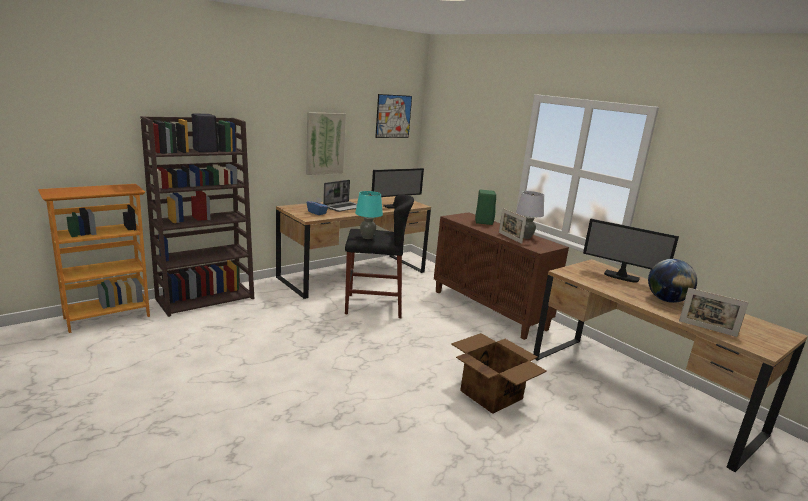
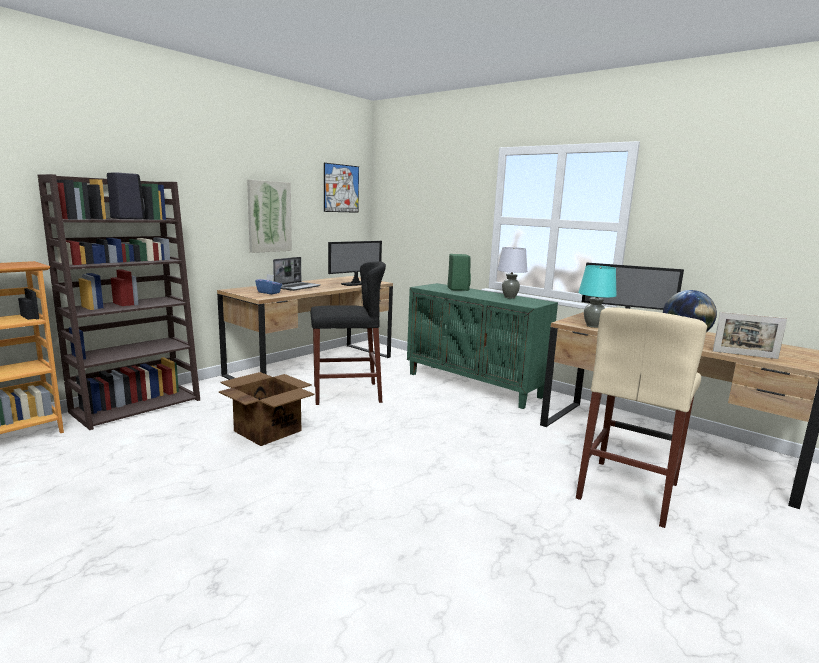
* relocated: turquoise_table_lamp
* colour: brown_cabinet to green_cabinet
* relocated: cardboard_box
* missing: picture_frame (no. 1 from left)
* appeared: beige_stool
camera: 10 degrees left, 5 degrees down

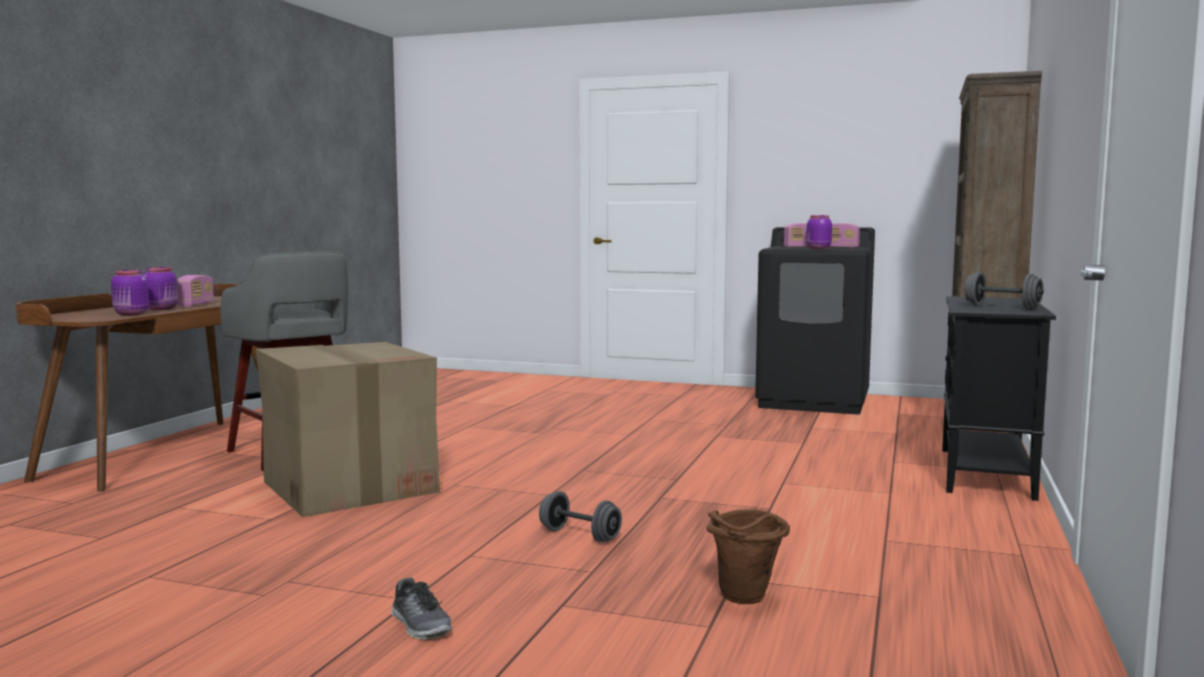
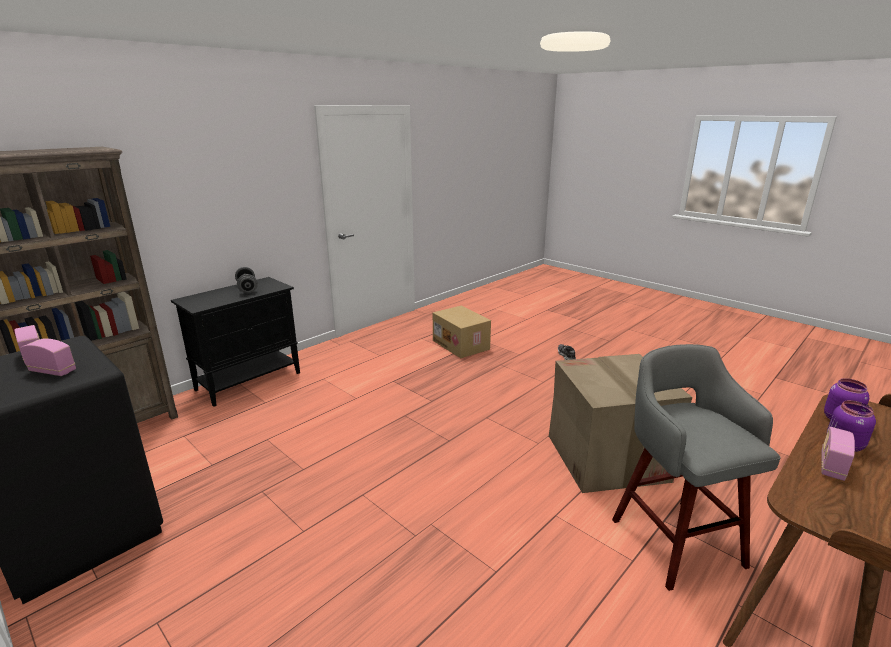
* missing: grey_dumbbell (no. 1 from left)
* exchanged: brown_bucket to cardboard_box (no. 1 from left)
* missing: purple_jar (no. 3 from left)
camera: 155 degrees left, 15 degrees up

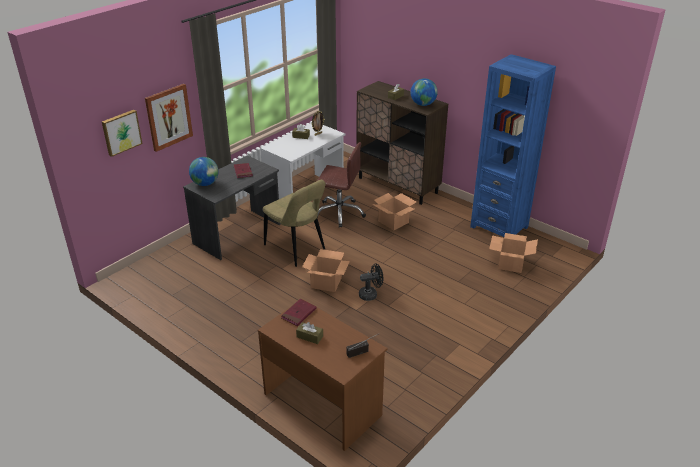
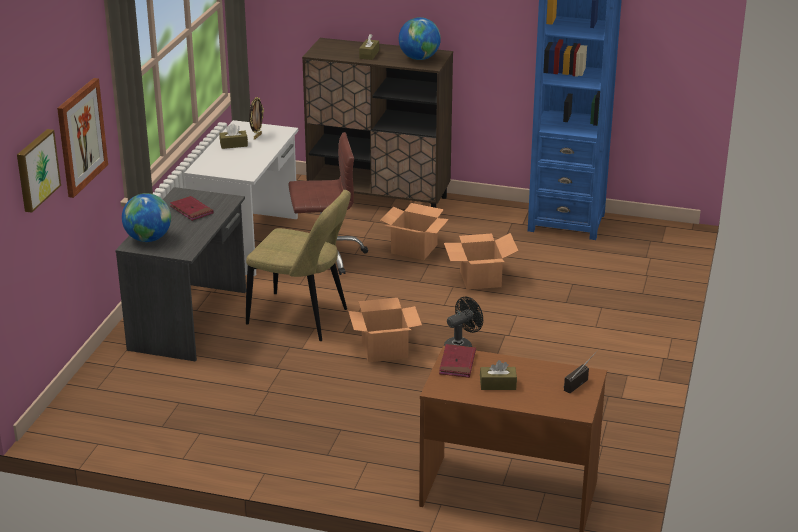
* relocated: cardboard_box (no. 3 from left)
camera: 25 degrees left, 5 degrees down

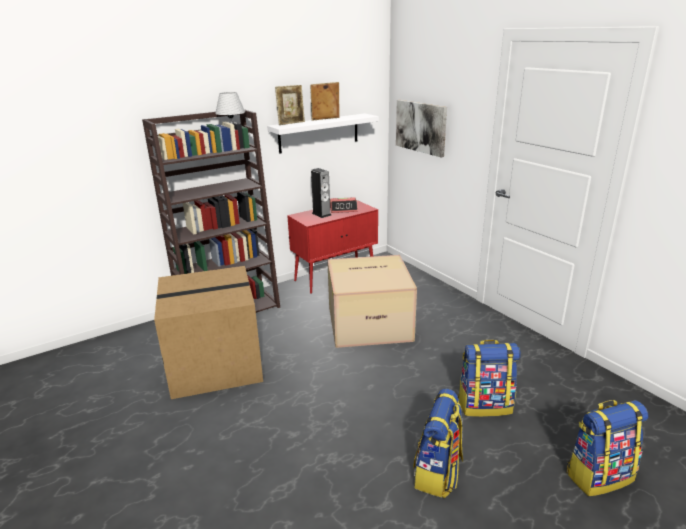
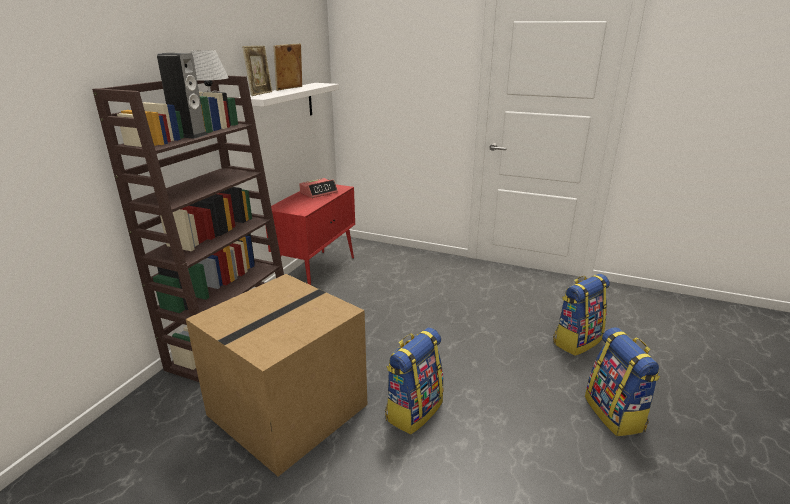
* relocated: speaker
* missing: cardboard_box (no. 2 from left)
* missing: picture
* relocated: backpack (no. 3 from left in the first image) to backpack (no. 1 from left)
camera: 35 degrees left, 0 degrees up

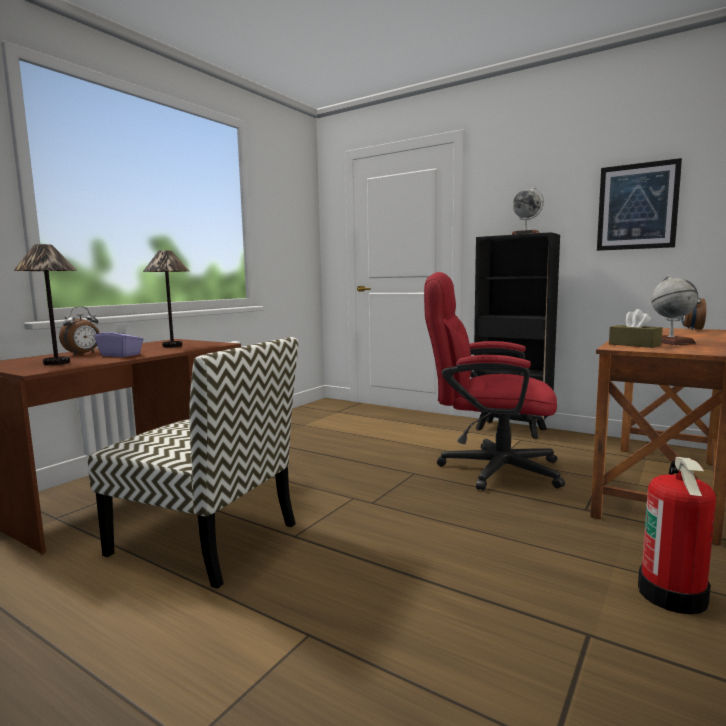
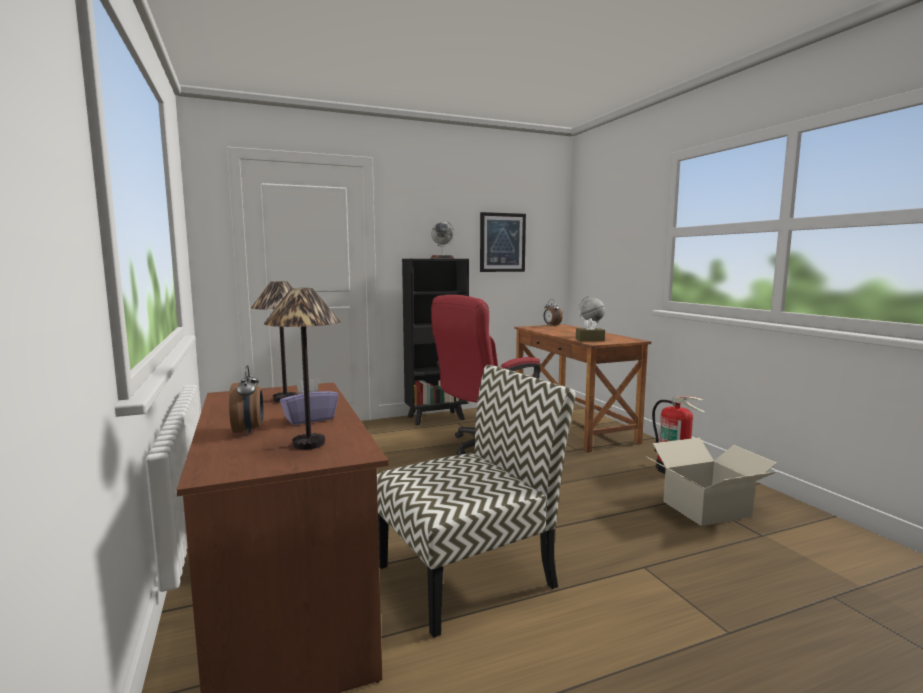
* appeared: cardboard_box
camera: 55 degrees left, 0 degrees up

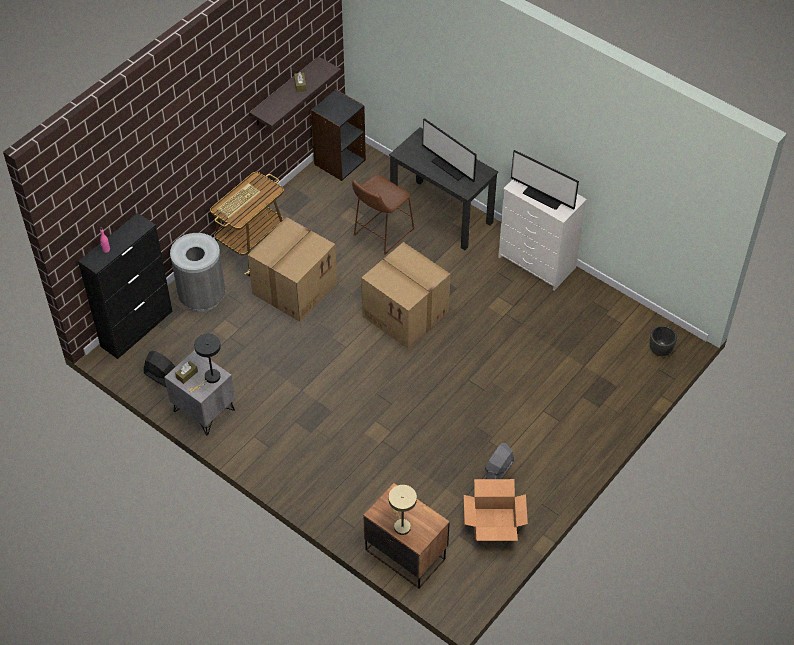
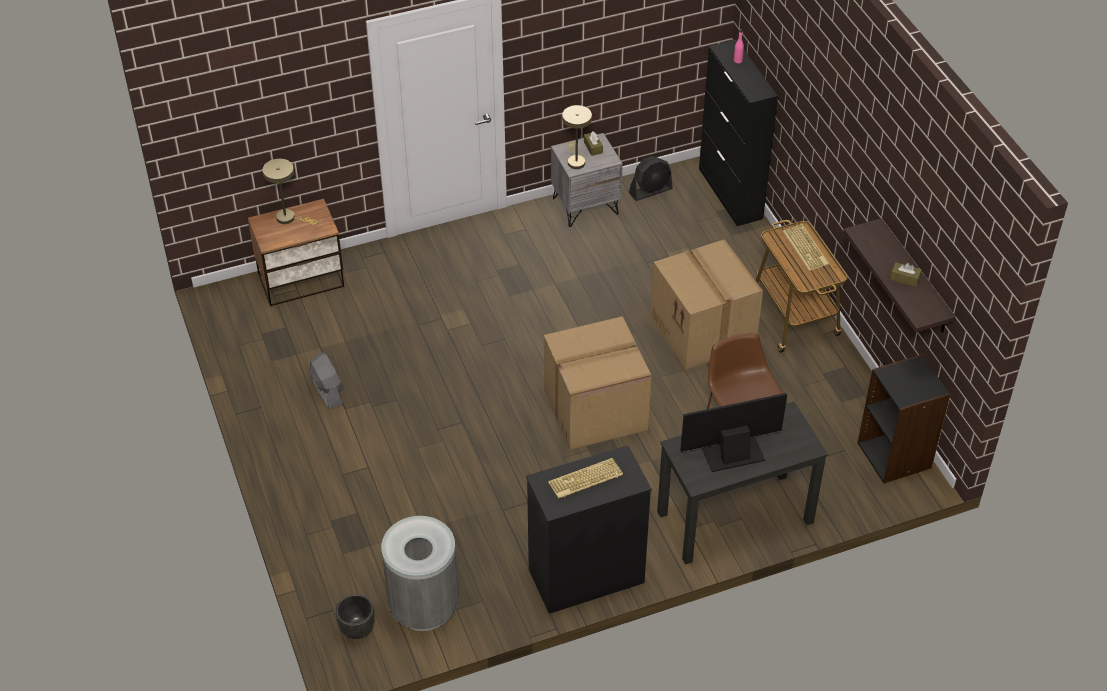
* relocated: grey_trash_can
* colour: black_table_lamp to beige_table_lamp (no. 2 from left)
* missing: cardboard_box (no. 3 from left)
* colour: white_dresser to black_dresser
* exchanged: monitor (no. 2 from left) to keyboard (no. 1 from left)
camera: 120 degrees right, 5 degrees down

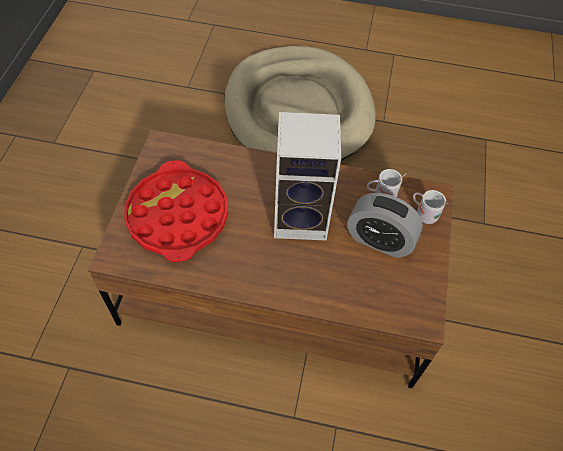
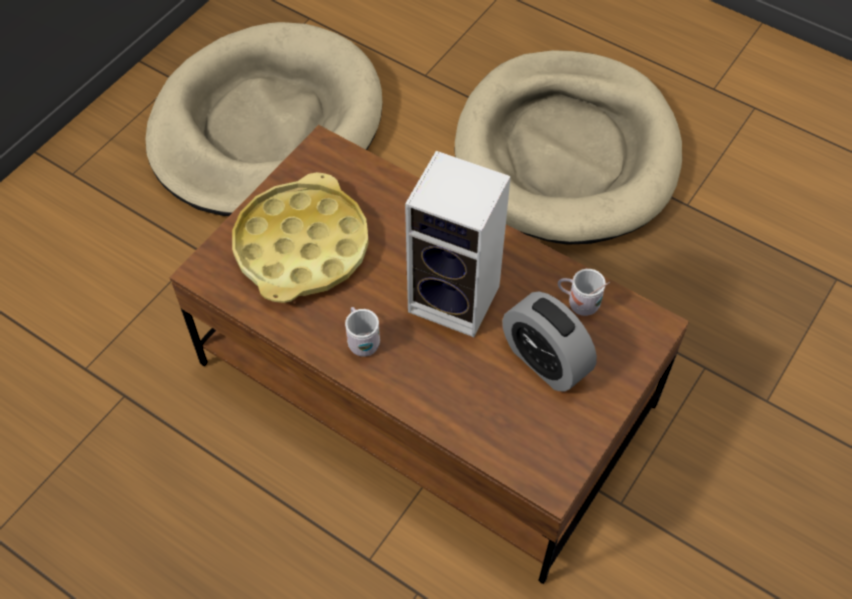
* colour: red_tray to yellow_tray
* relocated: white_mug (no. 2 from left in the first image) to white_mug (no. 1 from left)
* appeared: beige_dog_bed (no. 1 from left)
camera: 25 degrees right, 0 degrees up

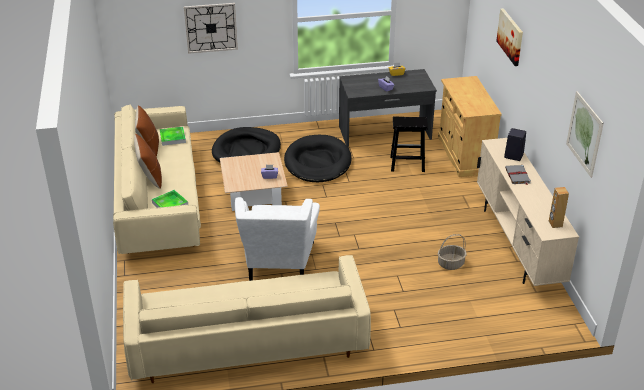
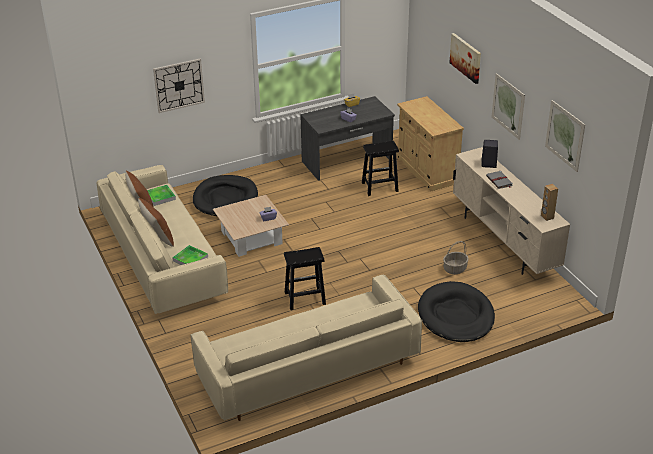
* exchanged: white_armchair to black_stool (no. 1 from left)
* relocated: black_dog_bed (no. 2 from left)
* appeared: picture (no. 2 from left)
camera: 15 degrees left, 0 degrees up

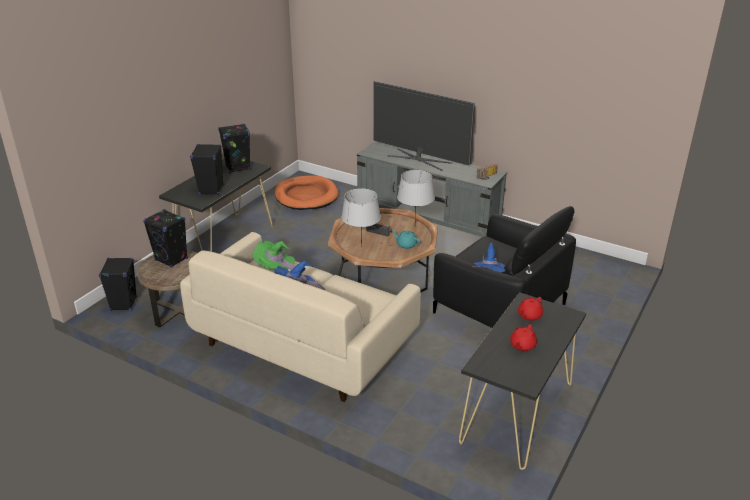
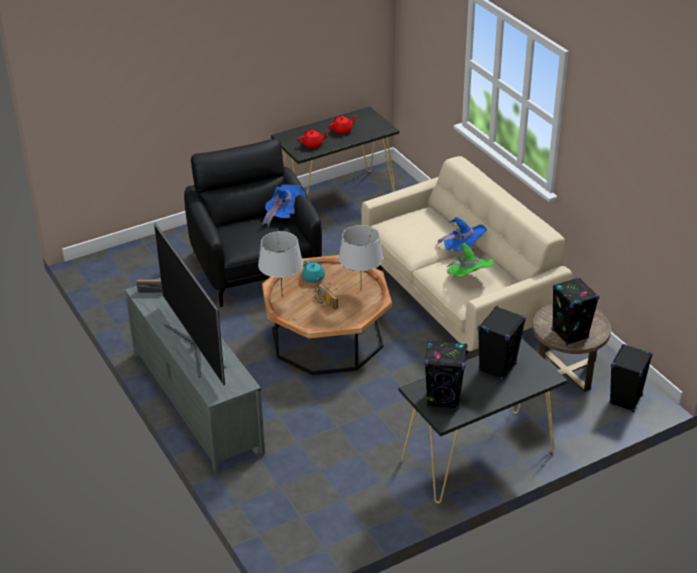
* missing: orange_dog_bed
camera: 150 degrees left, 5 degrees up

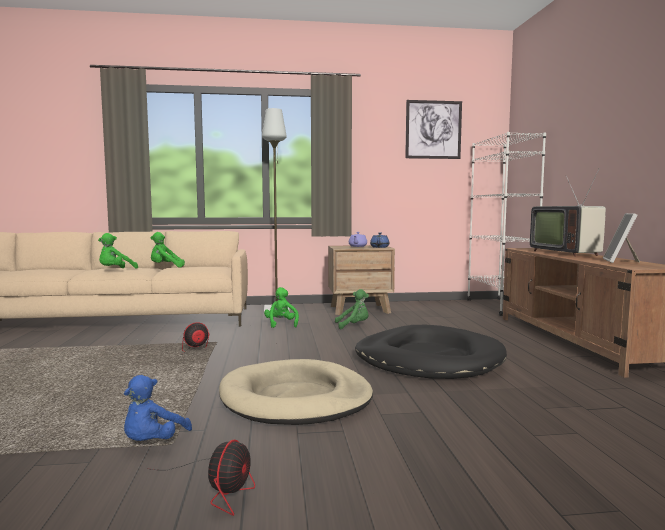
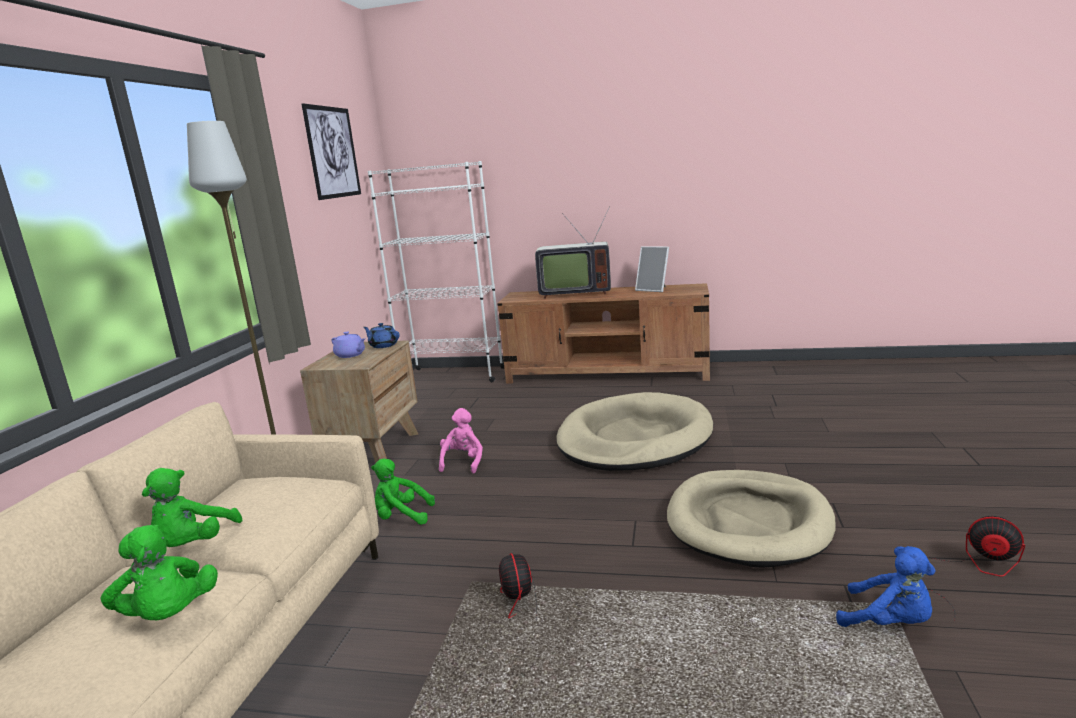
* colour: green_plush_toy (no. 4 from left) to pink_plush_toy
* colour: black_dog_bed to beige_dog_bed (no. 1 from left)
camera: 70 degrees left, 10 degrees up

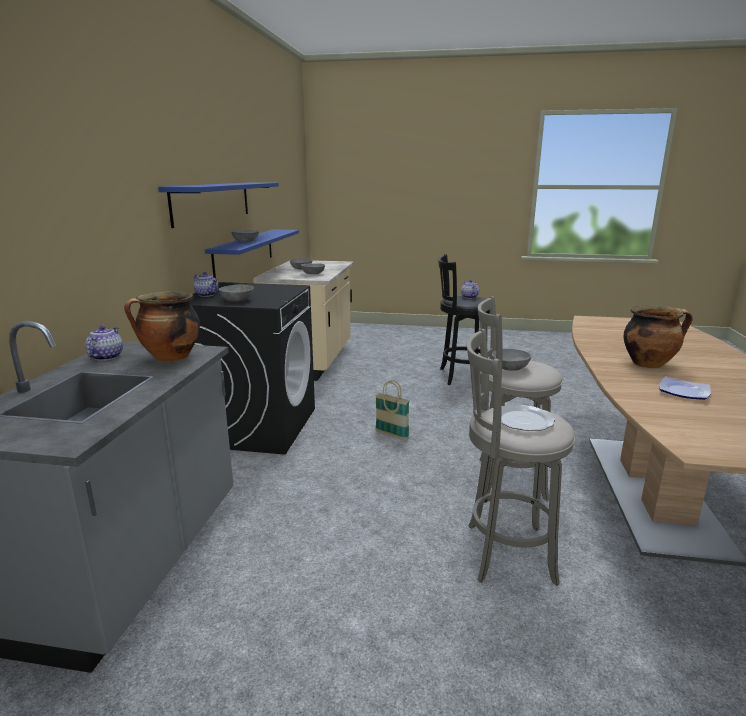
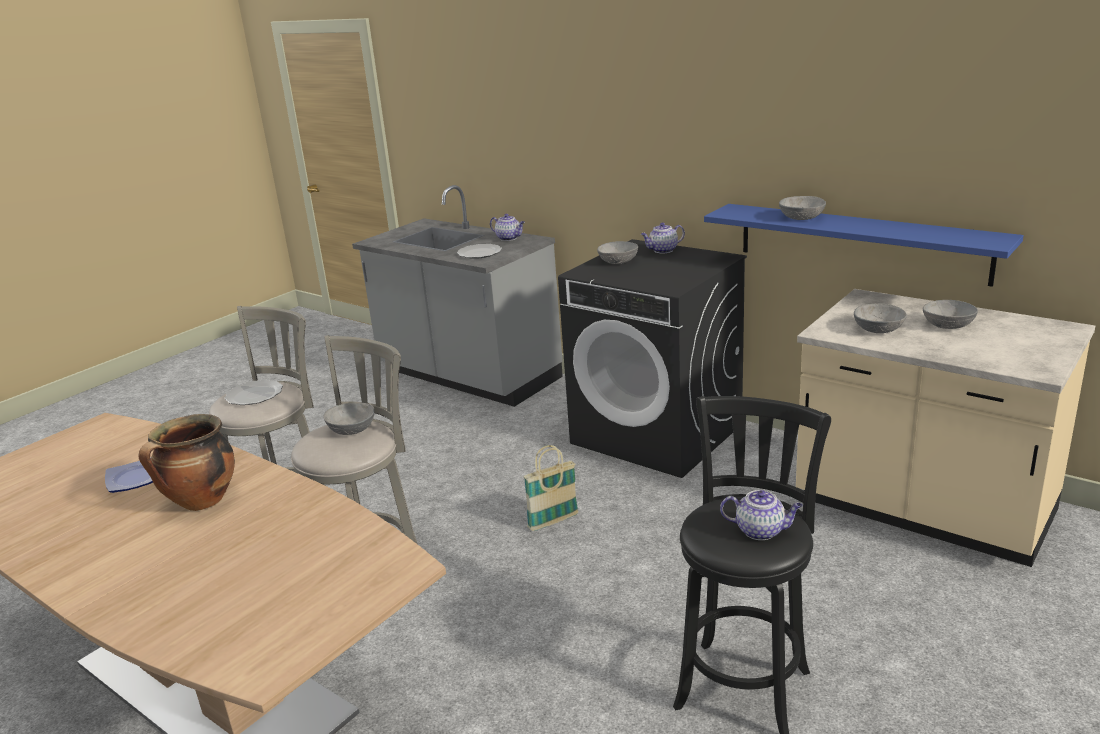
* exchanged: cooking_pot (no. 1 from left) to plate (no. 3 from left)
* missing: blue_shelf (no. 1 from left)
camera: 120 degrees right, 5 degrees up

